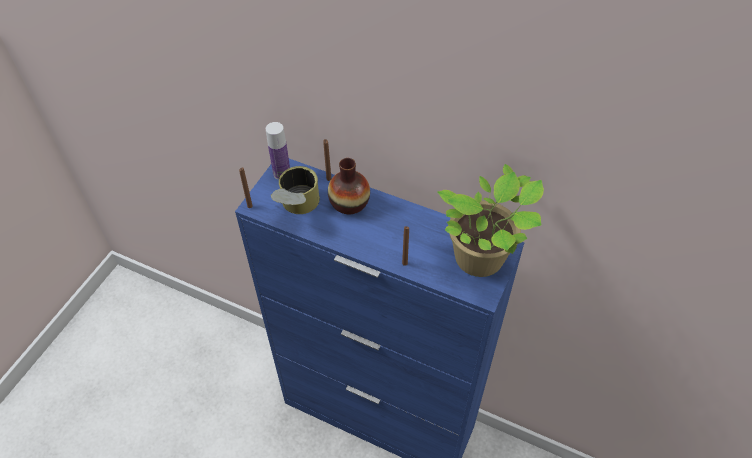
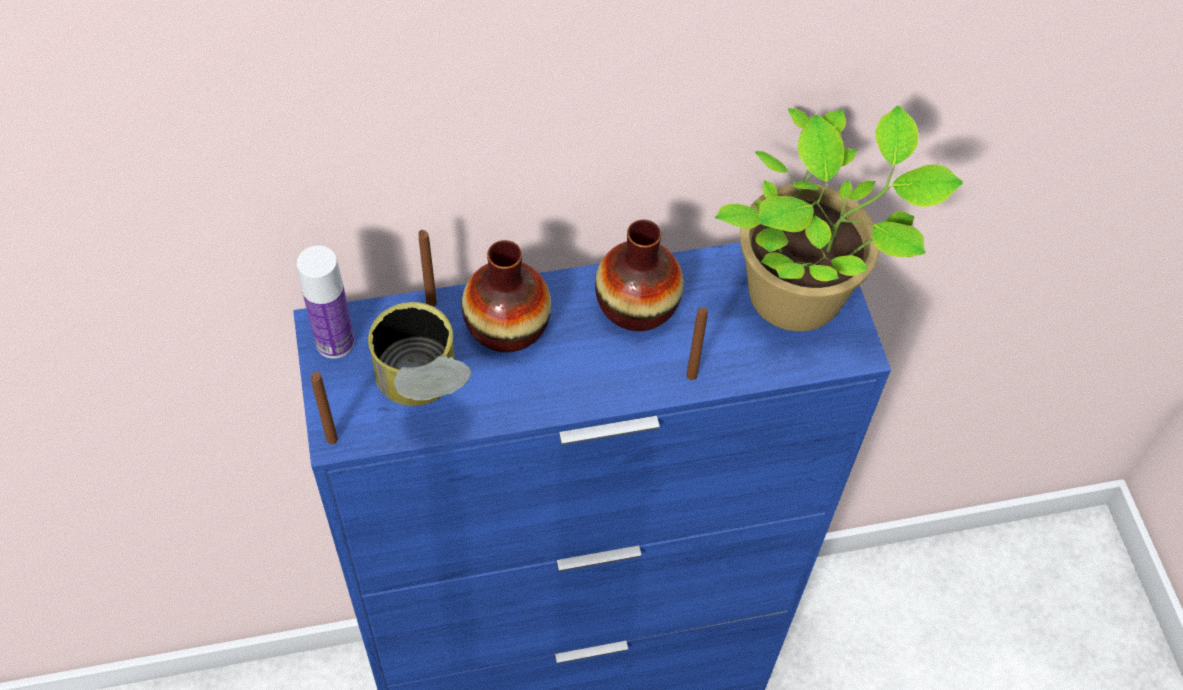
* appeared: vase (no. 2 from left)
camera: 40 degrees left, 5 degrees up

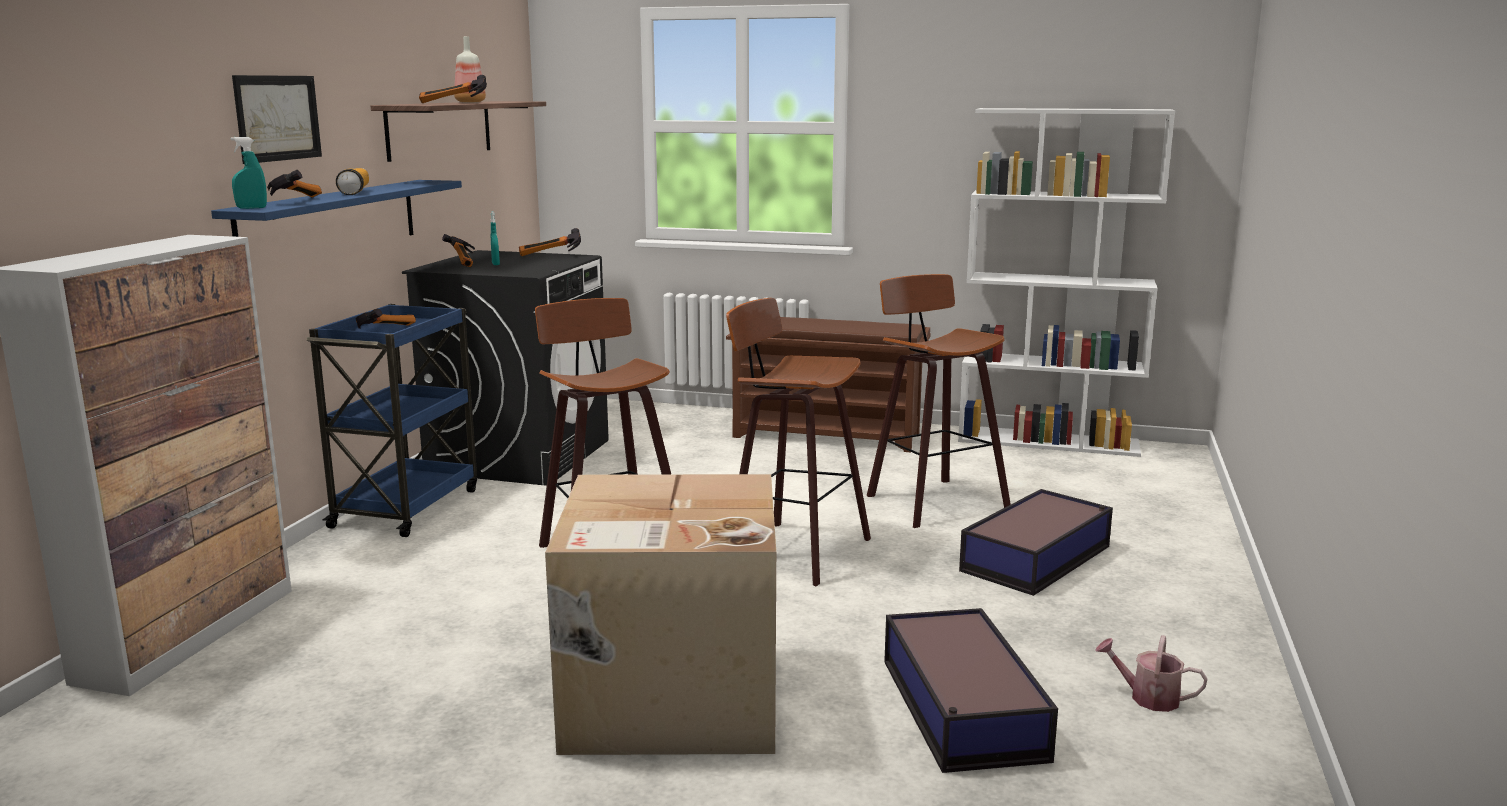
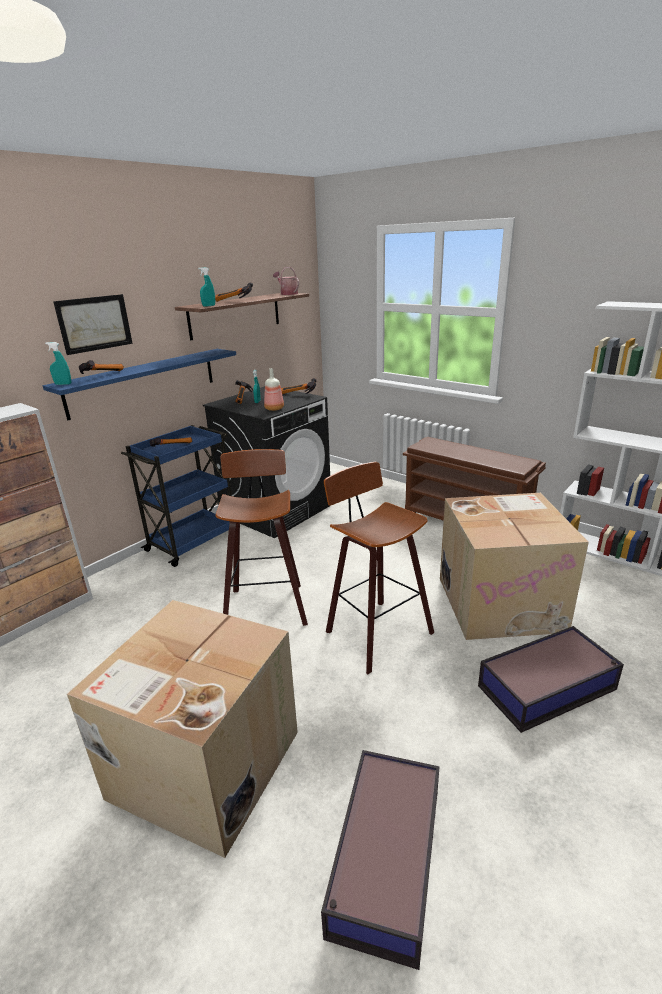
* missing: flashlight
* relocated: bottle
* exchanged: stool (no. 3 from left) to cardboard_box (no. 2 from left)
* relocated: watering_can
* appeared: turquoise_spray_bottle (no. 2 from left)
camera: 25 degrees right, 10 degrees up

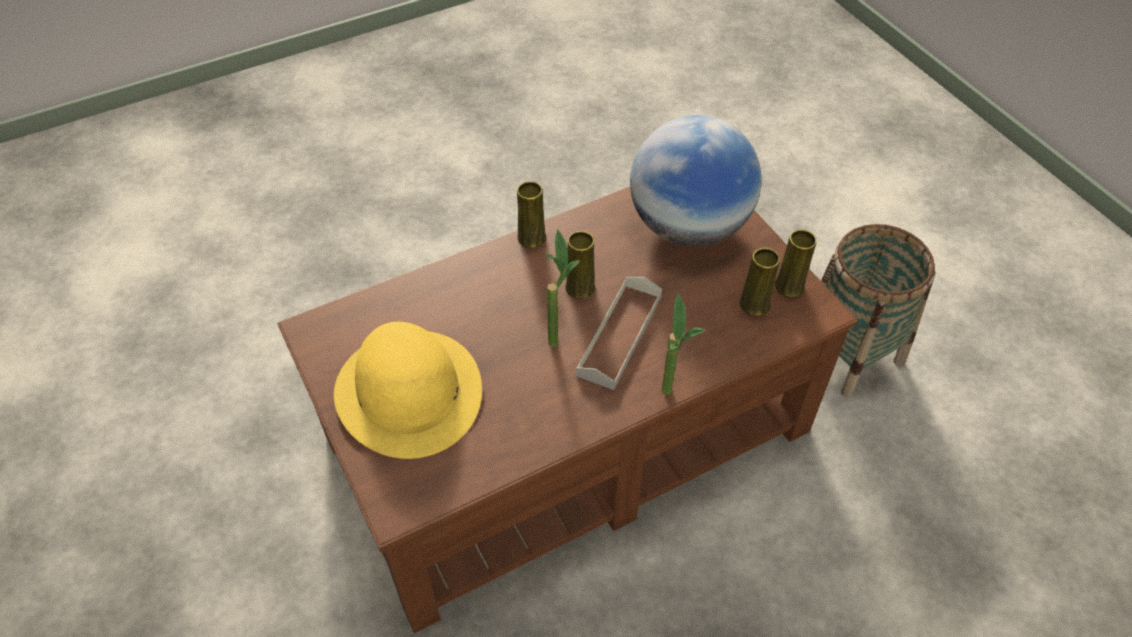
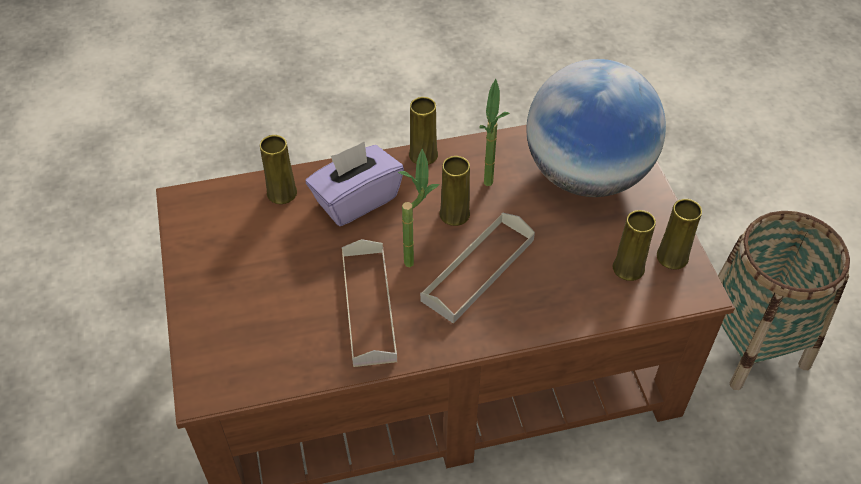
* missing: yellow_hat
* relocated: potted_plant (no. 2 from left)
* appeared: yellow_vase (no. 1 from left)
* appeared: purple_tissue_box
* appeared: grey_tray (no. 1 from left)
camera: 15 degrees right, 0 degrees up

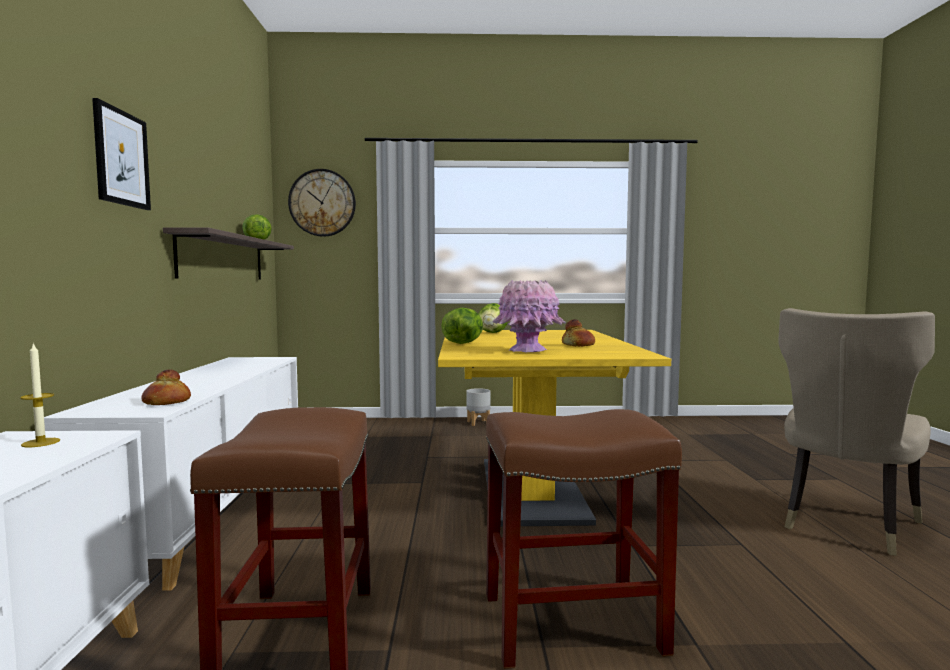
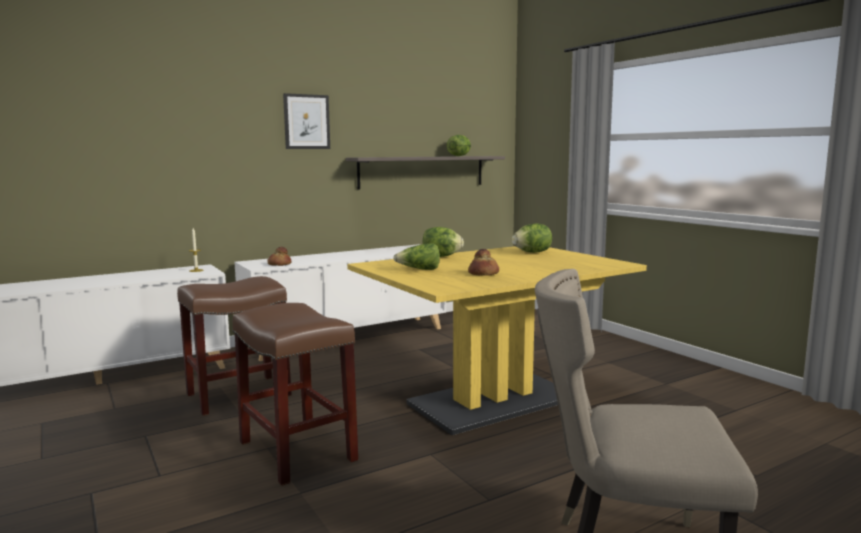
* missing: wall_clock
* missing: grey_planter
* exchanged: pink_vase to lettuce (no. 1 from left)
camera: 60 degrees right, 5 degrees up

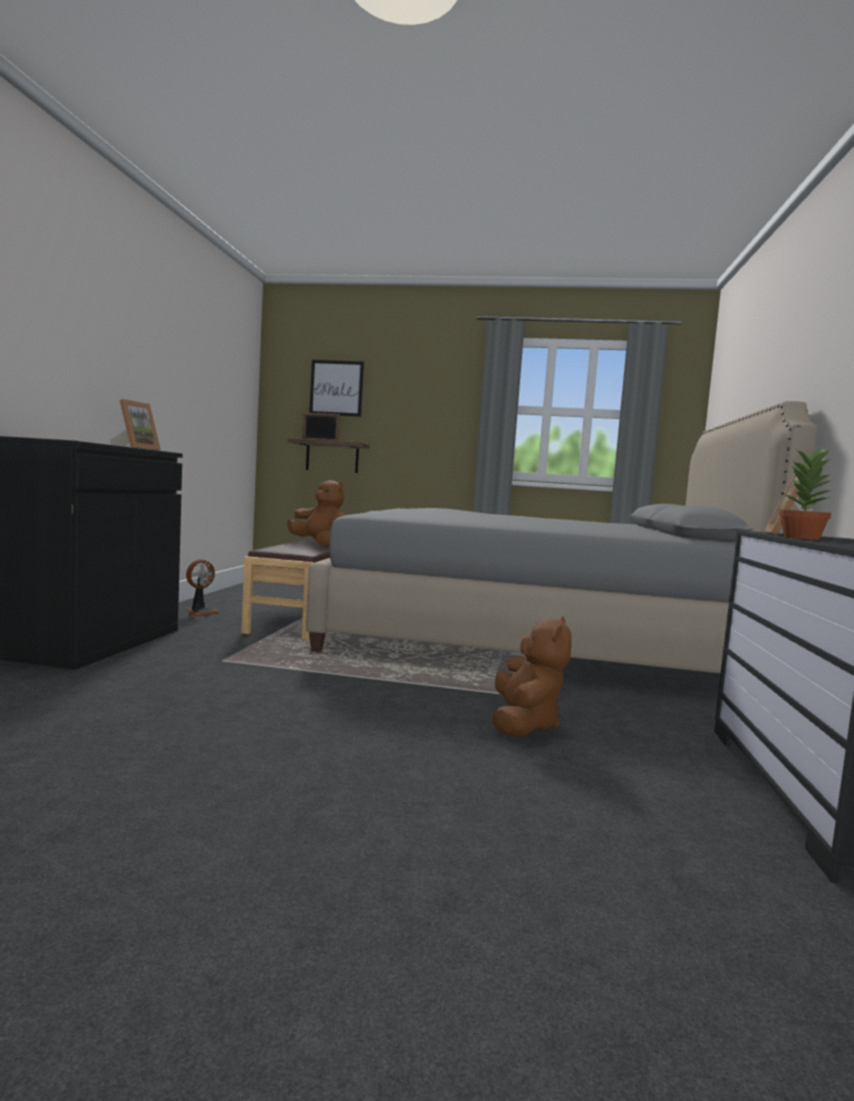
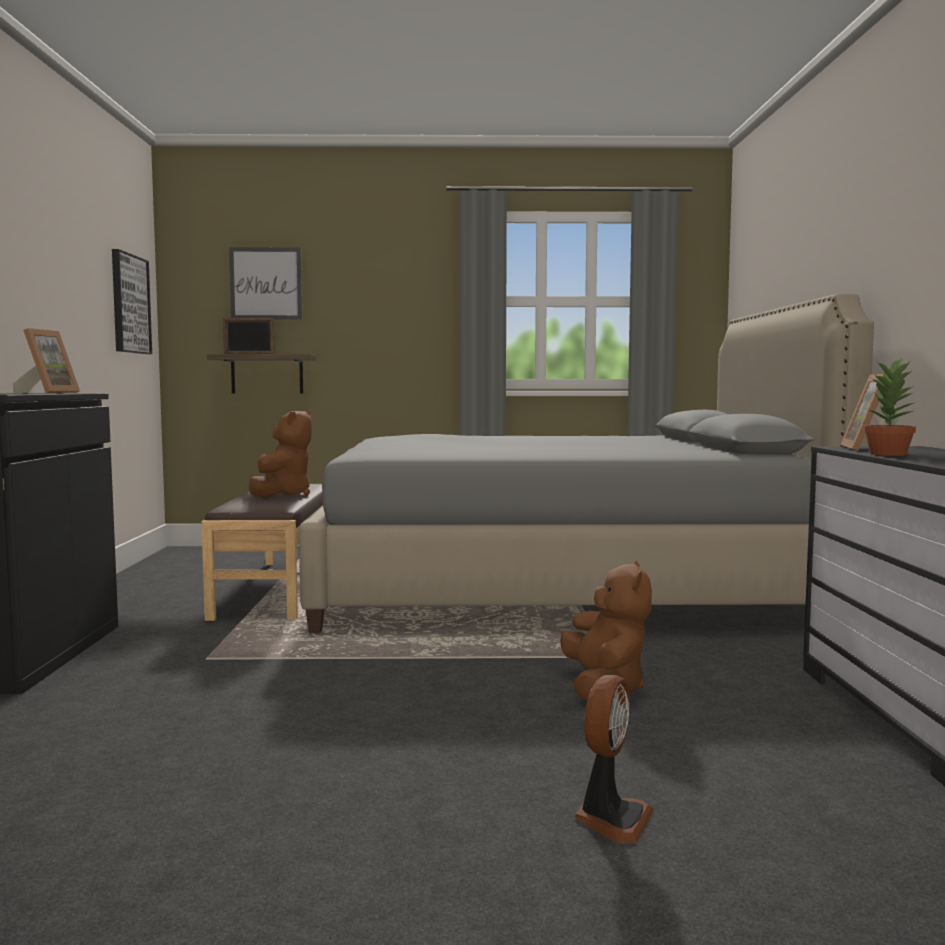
* relocated: fan
* spun: brown_plush_toy (no. 1 from left) 75 degrees clockwise
* appeared: picture (no. 1 from left)
camera: 10 degrees left, 0 degrees up

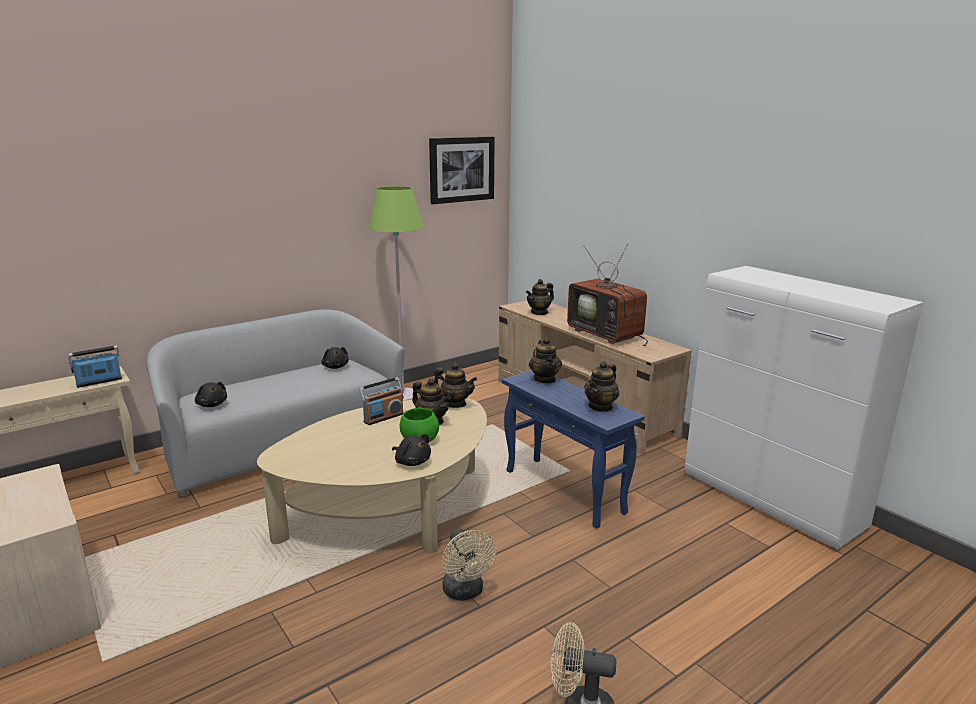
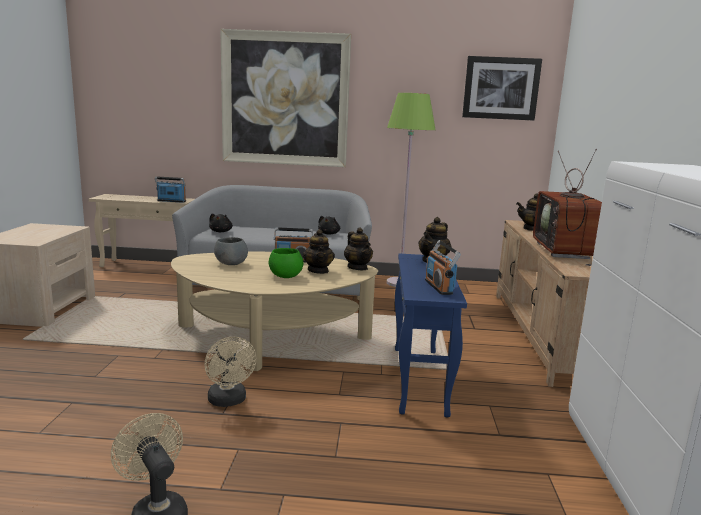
* missing: black_plush_toy (no. 3 from left)
* spun: beige_fan (no. 1 from left in the first image) 45 degrees counterclockwise
* exchanged: teapot (no. 5 from left) to radio (no. 3 from left)
* appeared: grey_bowl
* appeared: picture (no. 1 from left)
camera: 40 degrees right, 5 degrees down

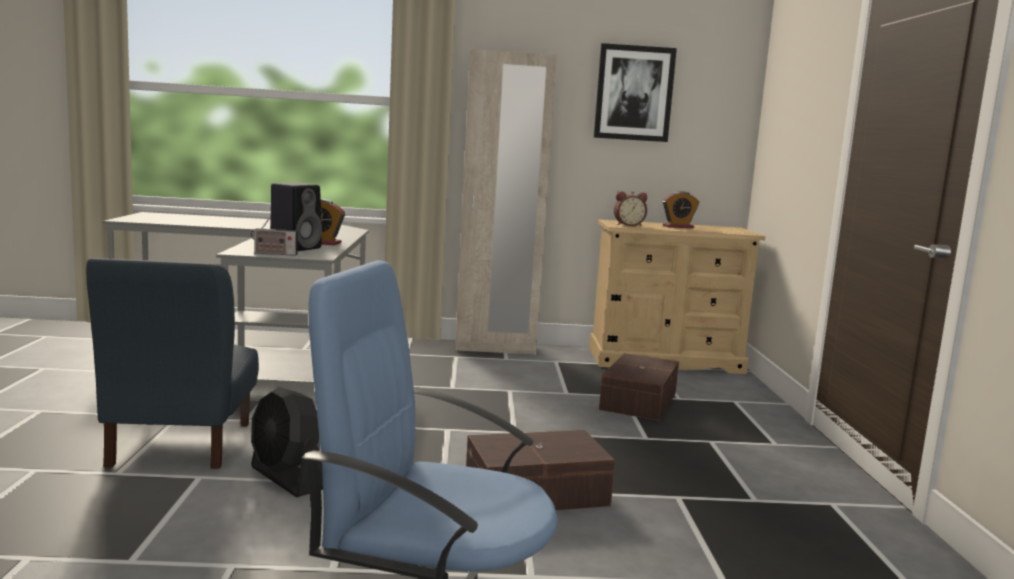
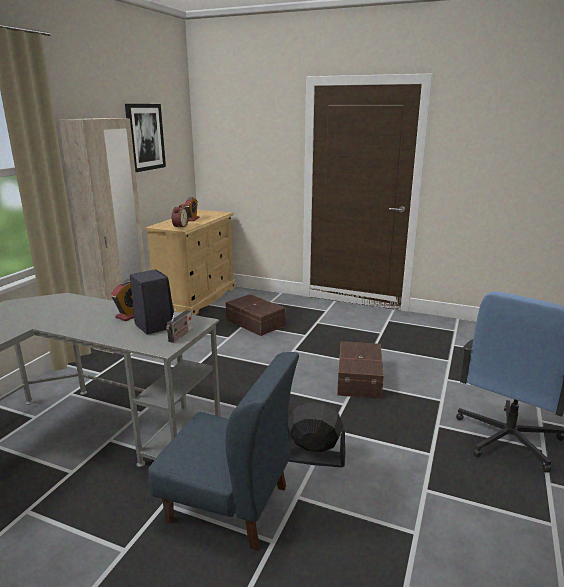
* spun: black_fan 150 degrees counterclockwise
camera: 65 degrees left, 10 degrees up

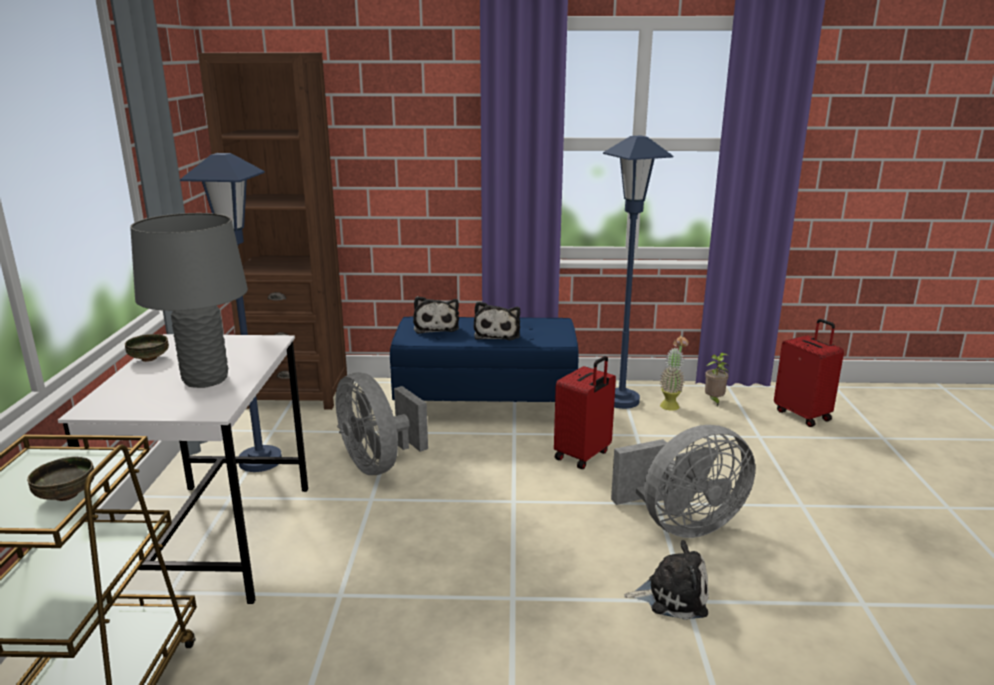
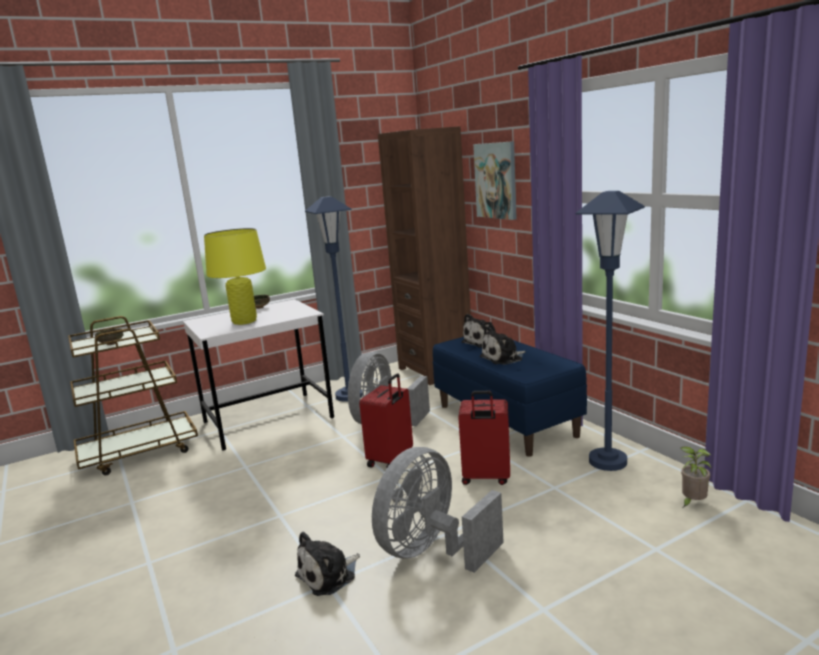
* colour: grey_table_lamp to yellow_table_lamp
* spun: grey_fan (no. 2 from left) 90 degrees clockwise
* spun: plush_toy (no. 3 from left in the first image) 75 degrees clockwise
* missing: potted_plant (no. 1 from left)
* relocated: red_suitcase (no. 2 from left in the first image) to red_suitcase (no. 1 from left)
* appeared: picture
camera: 60 degrees right, 5 degrees down

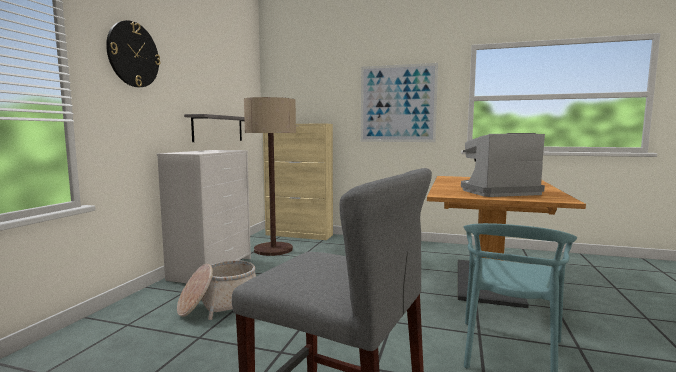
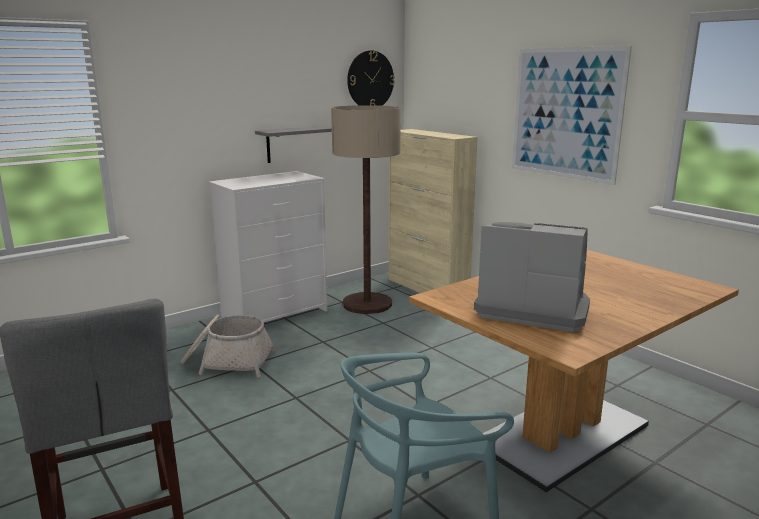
* relocated: wall_clock
camera: 35 degrees right, 10 degrees up

